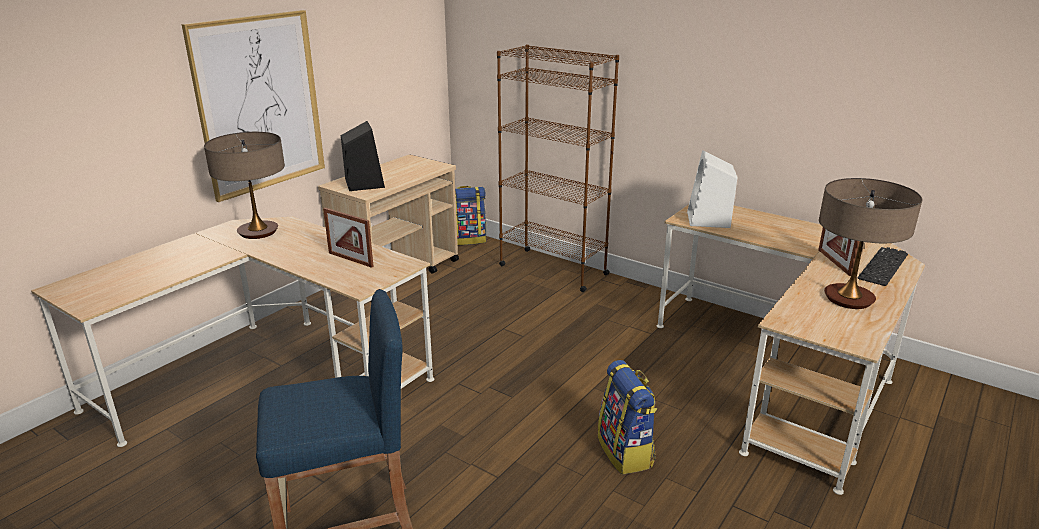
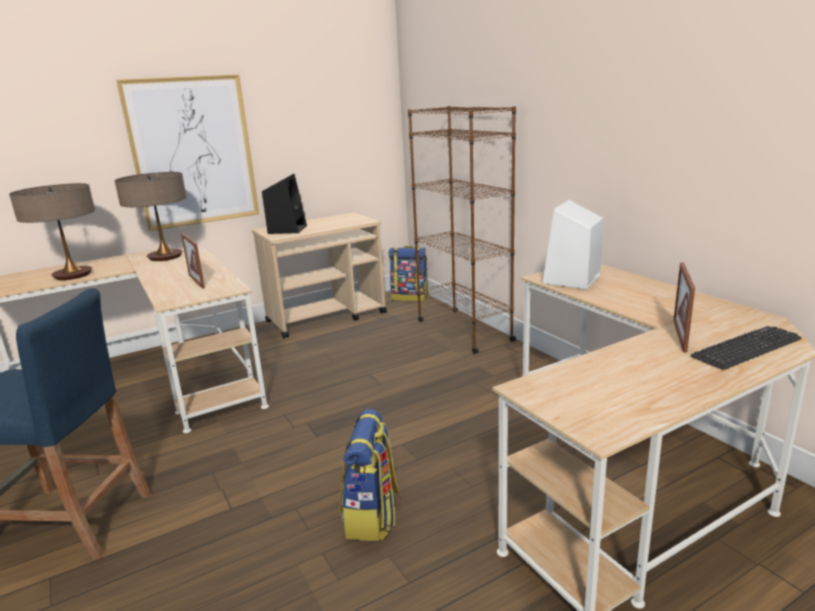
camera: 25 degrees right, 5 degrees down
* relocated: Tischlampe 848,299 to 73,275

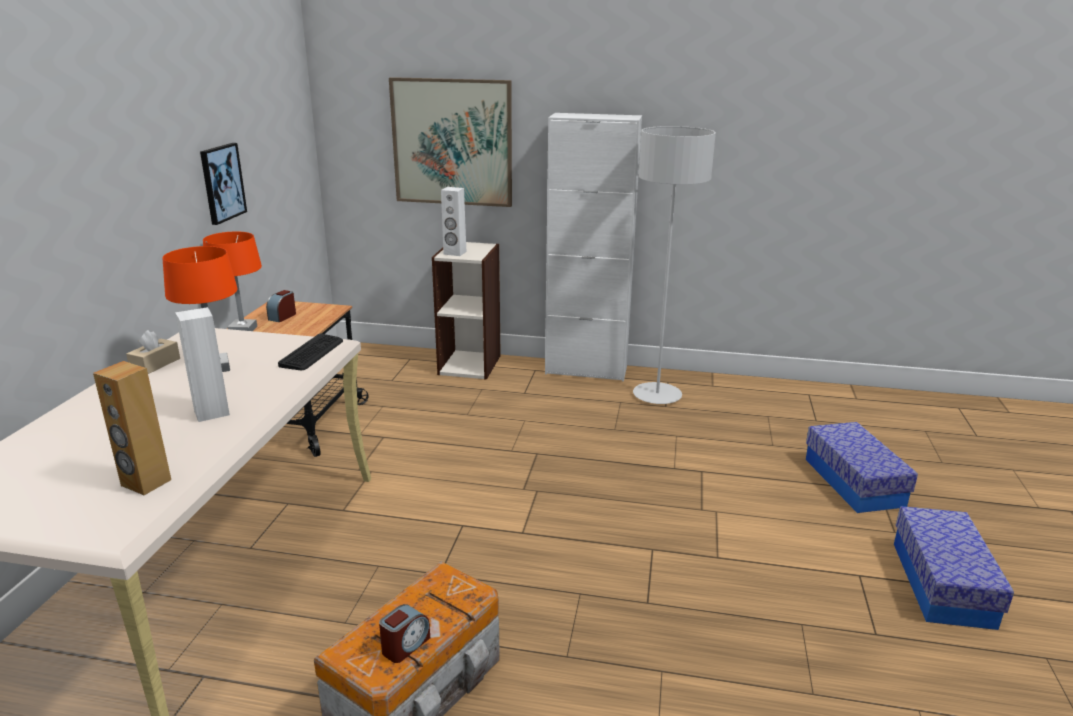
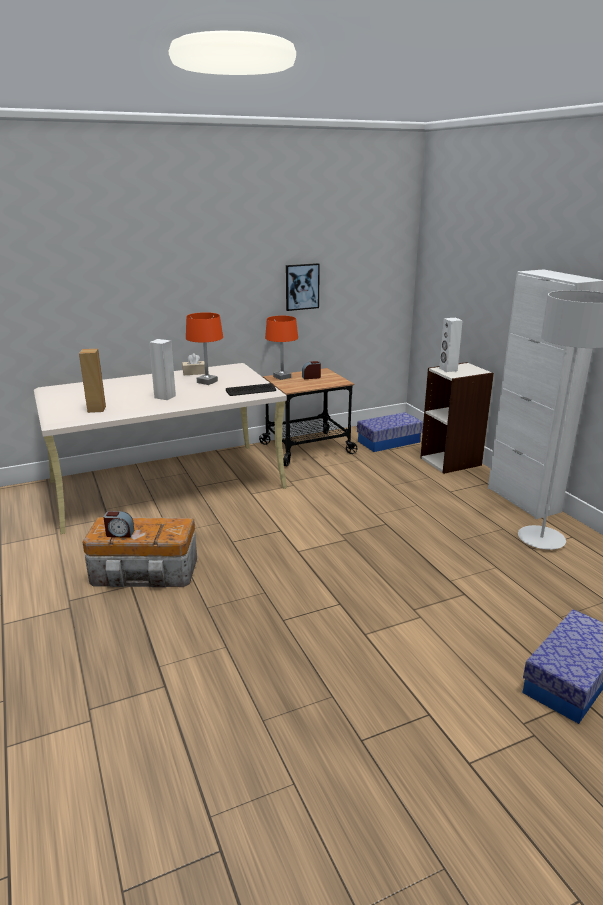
camera: 55 degrees right, 0 degrees up
* missing: Bild 452,142
* relocated: Aufbewahrungsbox 941,583 to 389,441

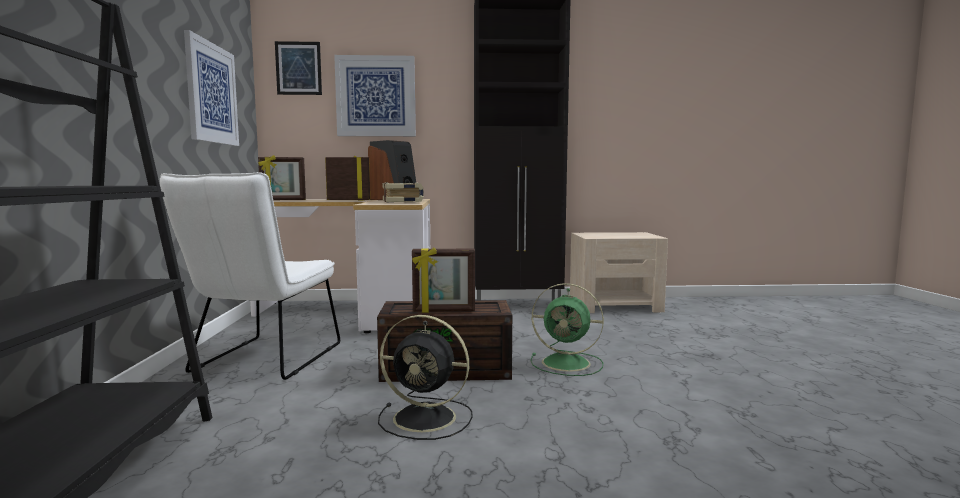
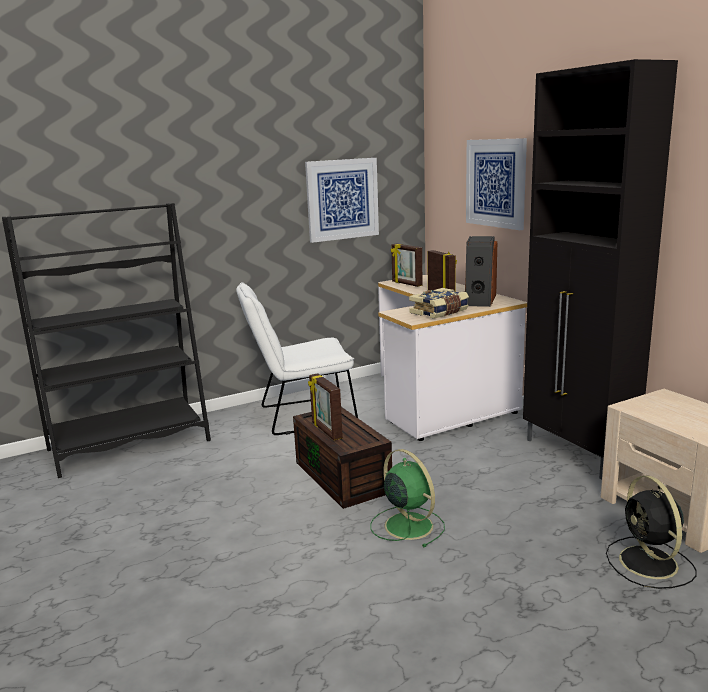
camera: 65 degrees right, 10 degrees up
* missing: Bild 298,68
* relocated: Ventilator/schwarz 427,418 to 649,564
* spun: Ventilator/grün 568,363 = 407,525 150 degrees clockwise

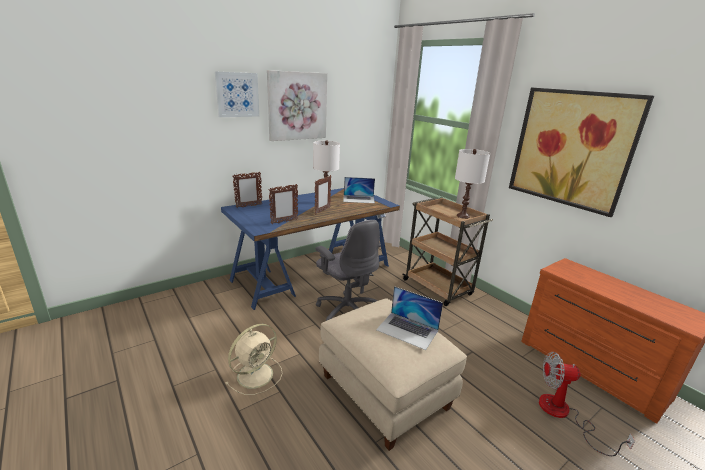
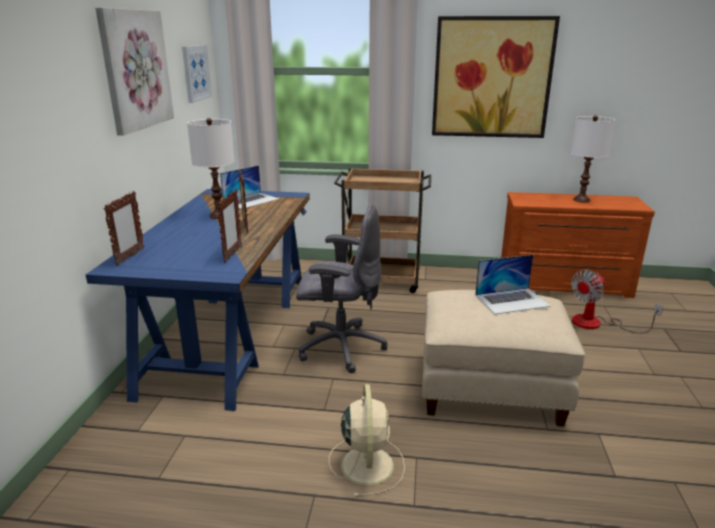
camera: 45 degrees left, 0 degrees up
* relocated: Bild 237,94 to 196,73
* relocated: Tischlampe/weiß 462,216 to 581,200

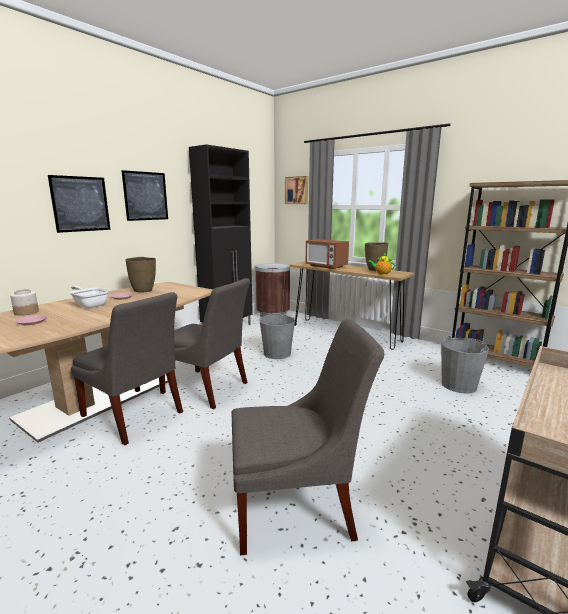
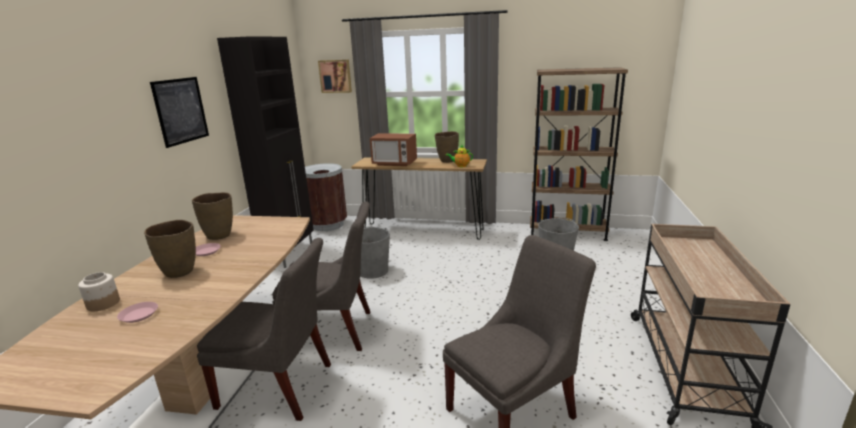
camera: 25 degrees left, 5 degrees up
* missing: Bild 80,204
* exchanged: Pfanne 90,305 to Vase/braun 180,272

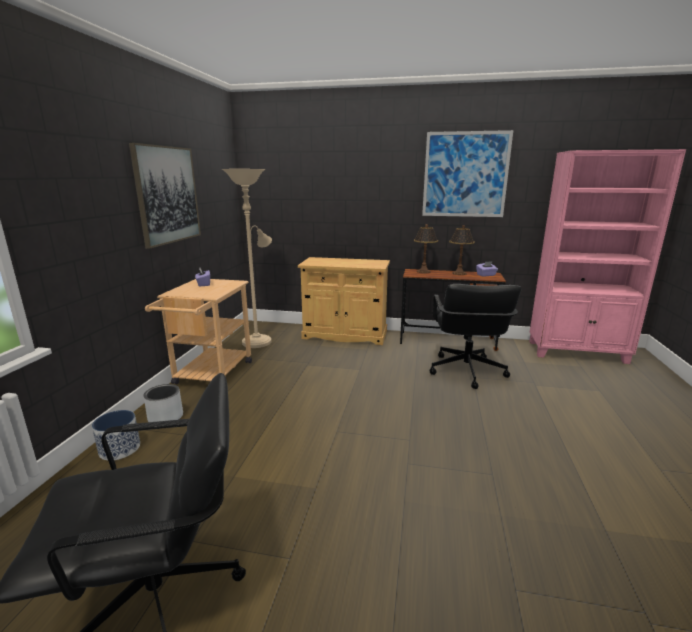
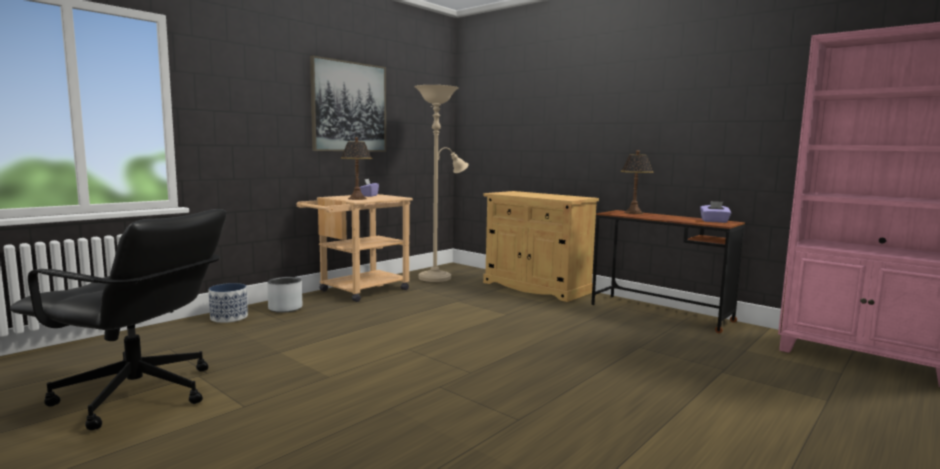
camera: 30 degrees right, 10 degrees down
* missing: Bild 465,175
* missing: Bürostuhl/schwarz 466,371
* relocated: Tischlampe 459,273 to 357,198

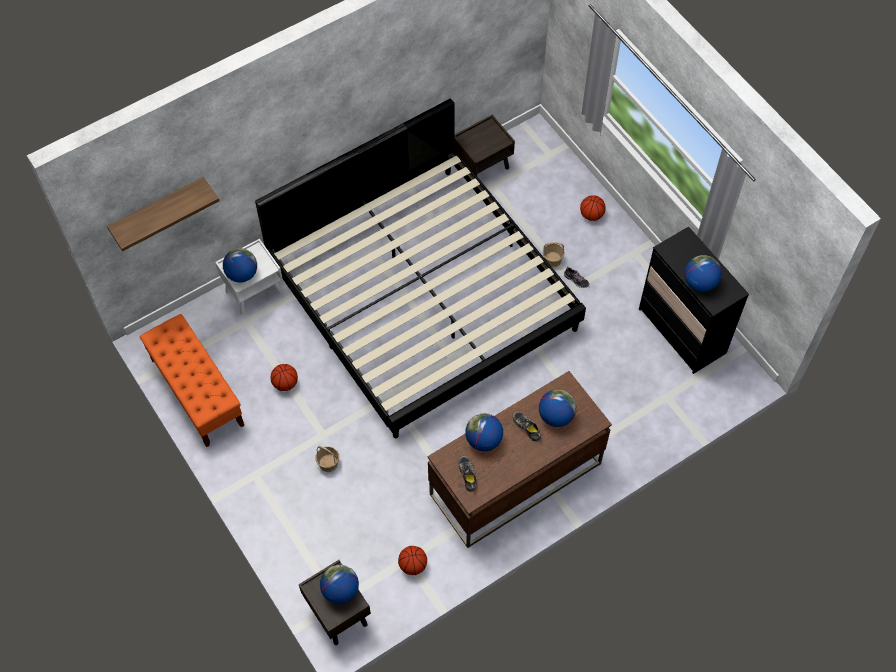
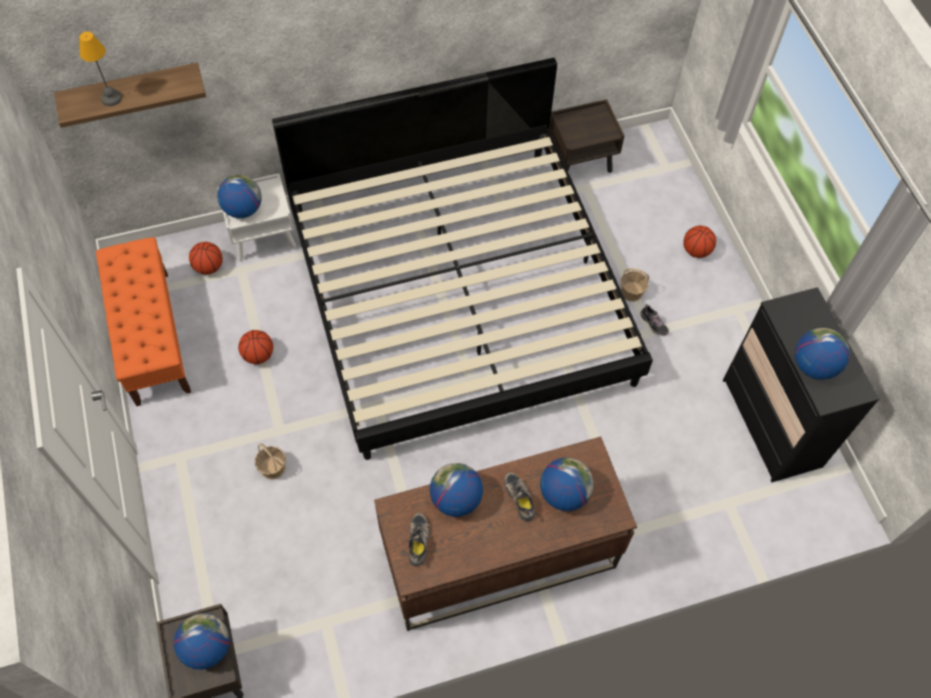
camera: 15 degrees right, 0 degrees up
* relocated: Basketball 413,565 to 209,267
* appeared: Tischlampe 110,98

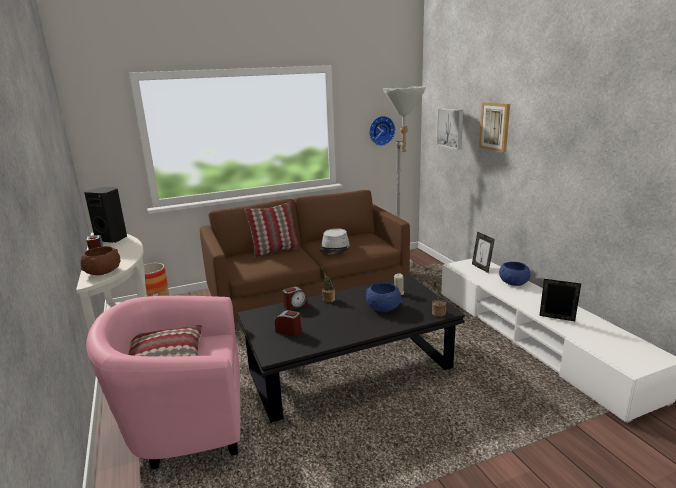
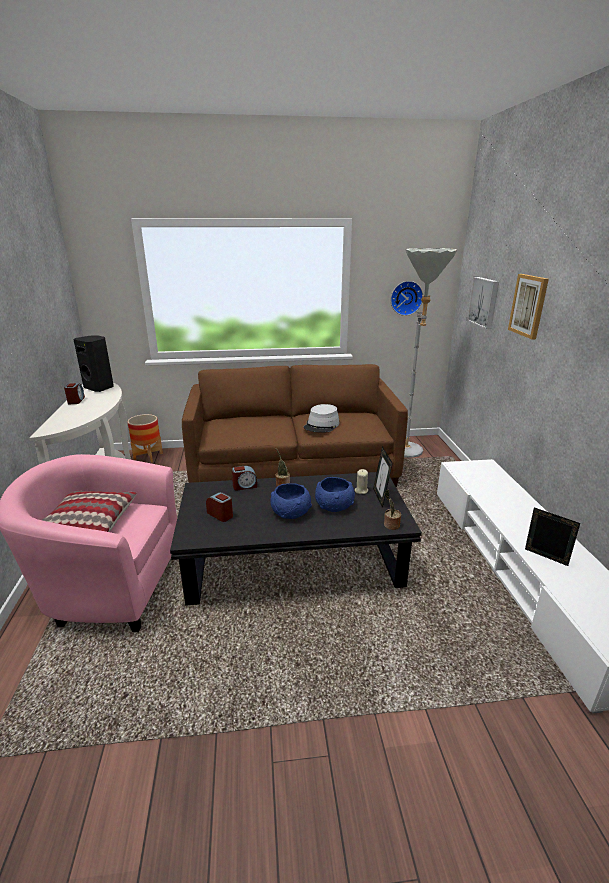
camera: 15 degrees right, 5 degrees up
* missing: Schüssel/braun 103,272
* missing: Kissen 275,250
* relocated: Bilderrahmen 481,268 to 380,497
* relocated: Schüssel/blau 513,282 to 290,512

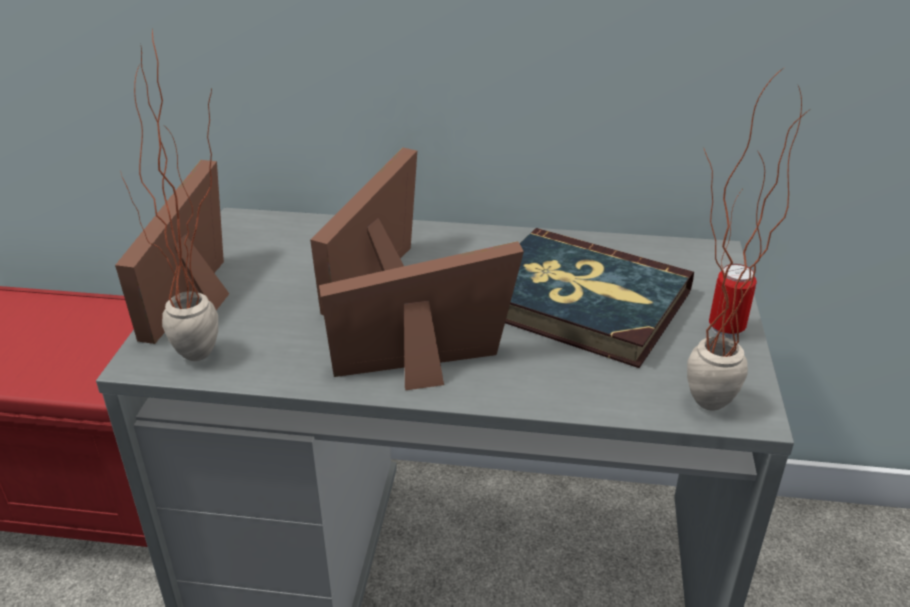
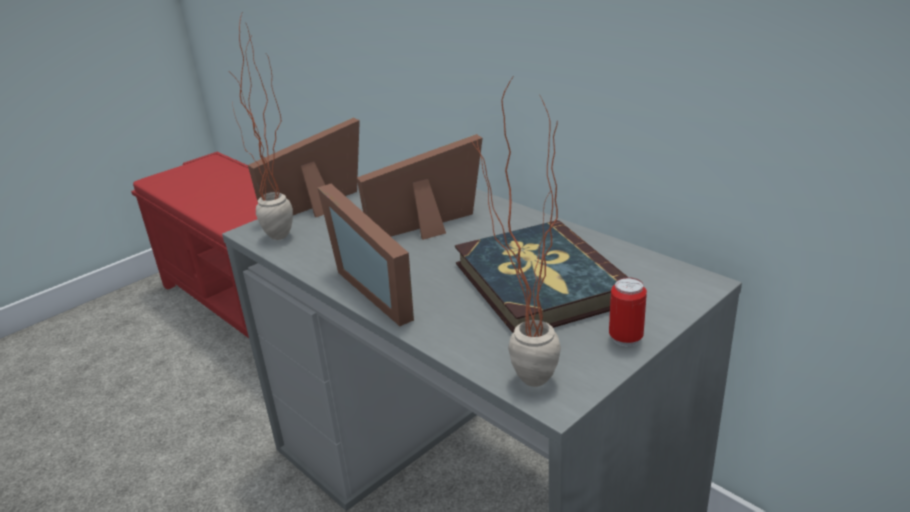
camera: 40 degrees right, 5 degrees down
* spun: Bilderrahmen 427,369 = 382,287 150 degrees counterclockwise

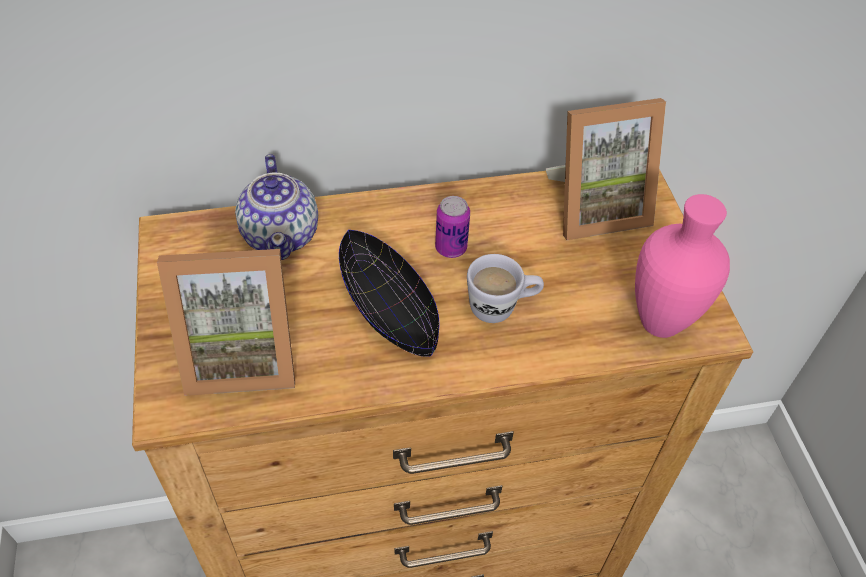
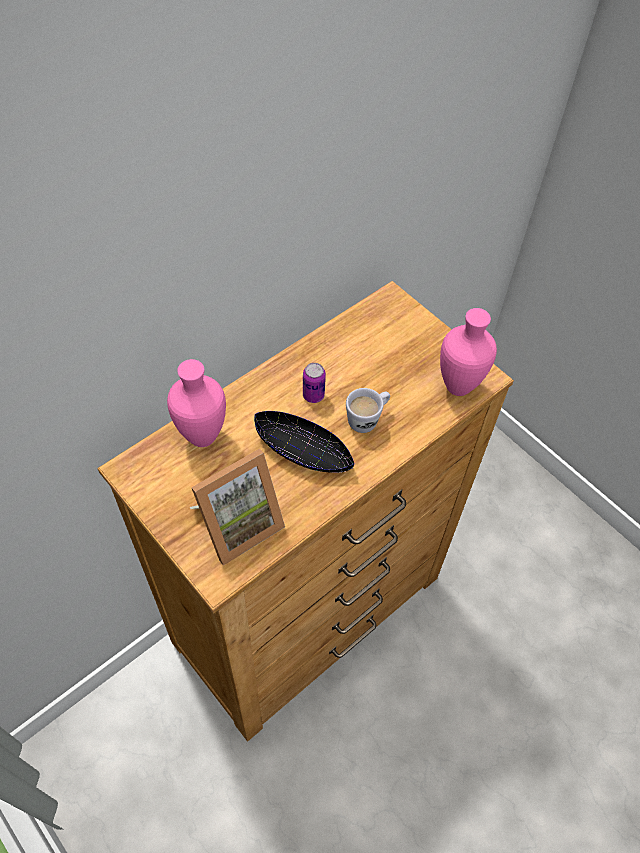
camera: 30 degrees left, 5 degrees up
* exchanged: Teekanne 281,234 to Vase/rosa 203,435
* missing: Bilderrahmen 595,207

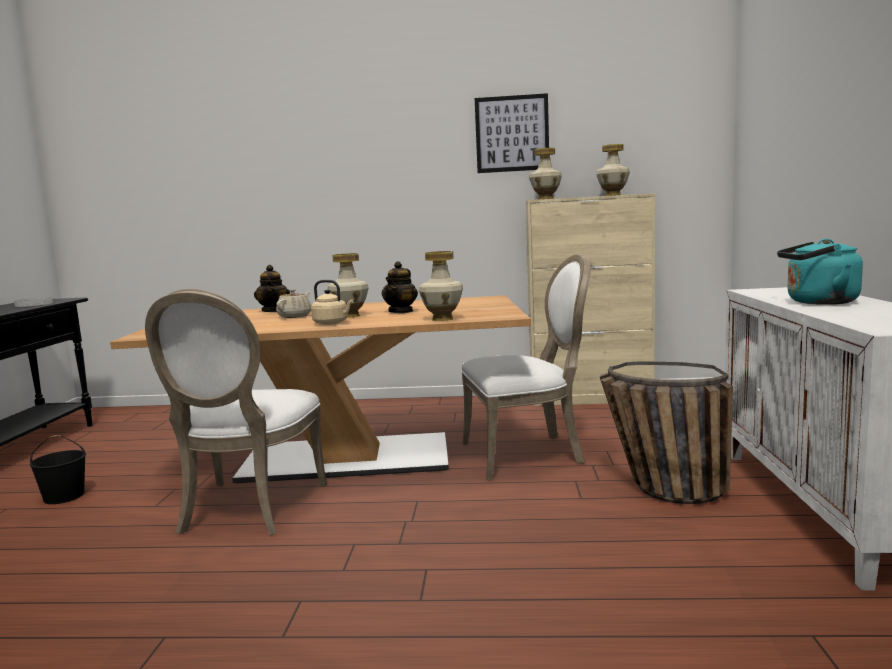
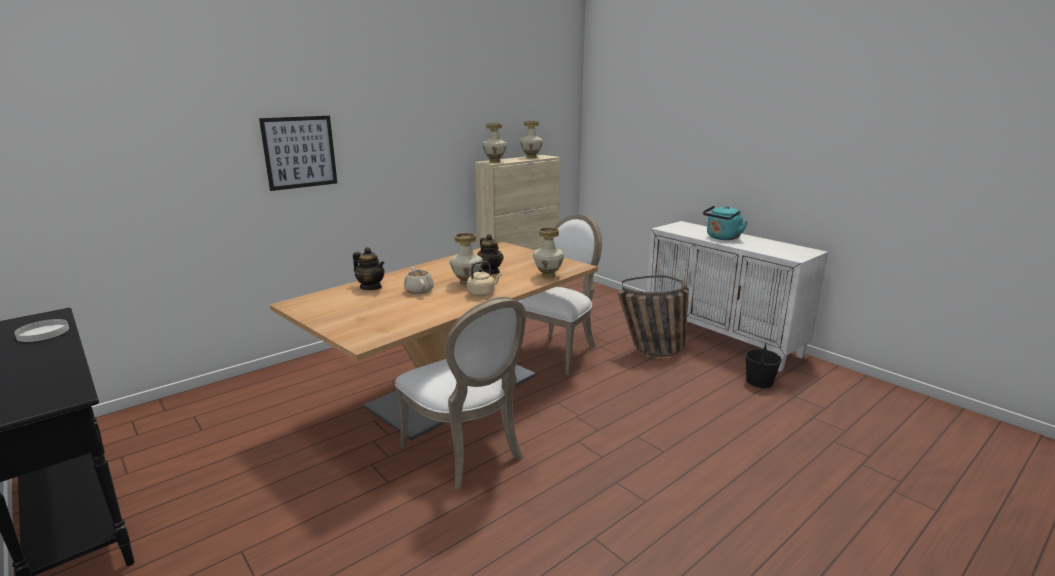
camera: 45 degrees left, 10 degrees up
* relocated: Eimer/schwarz 65,496 to 759,381
* relocated: Bild 512,134 to 300,152

